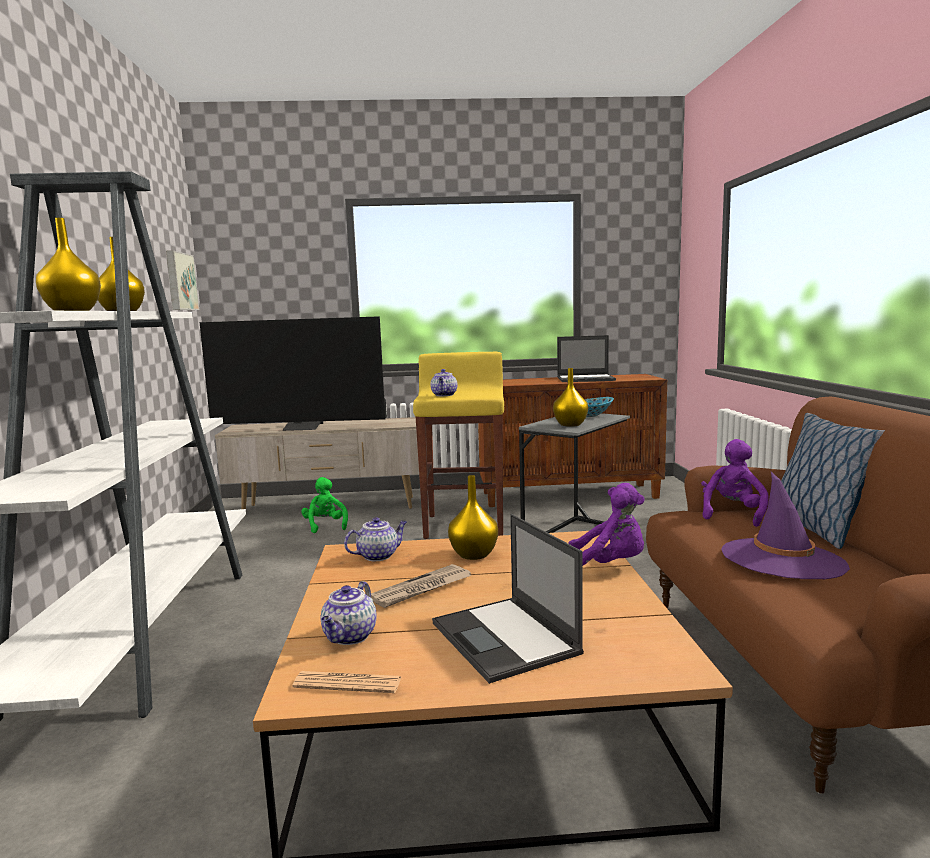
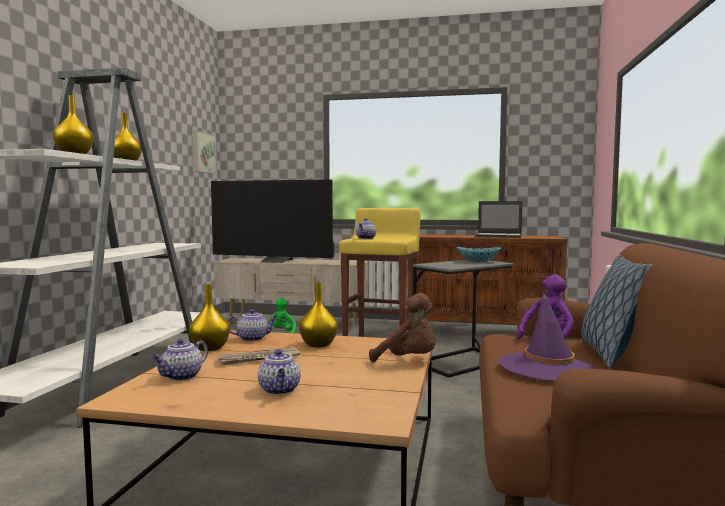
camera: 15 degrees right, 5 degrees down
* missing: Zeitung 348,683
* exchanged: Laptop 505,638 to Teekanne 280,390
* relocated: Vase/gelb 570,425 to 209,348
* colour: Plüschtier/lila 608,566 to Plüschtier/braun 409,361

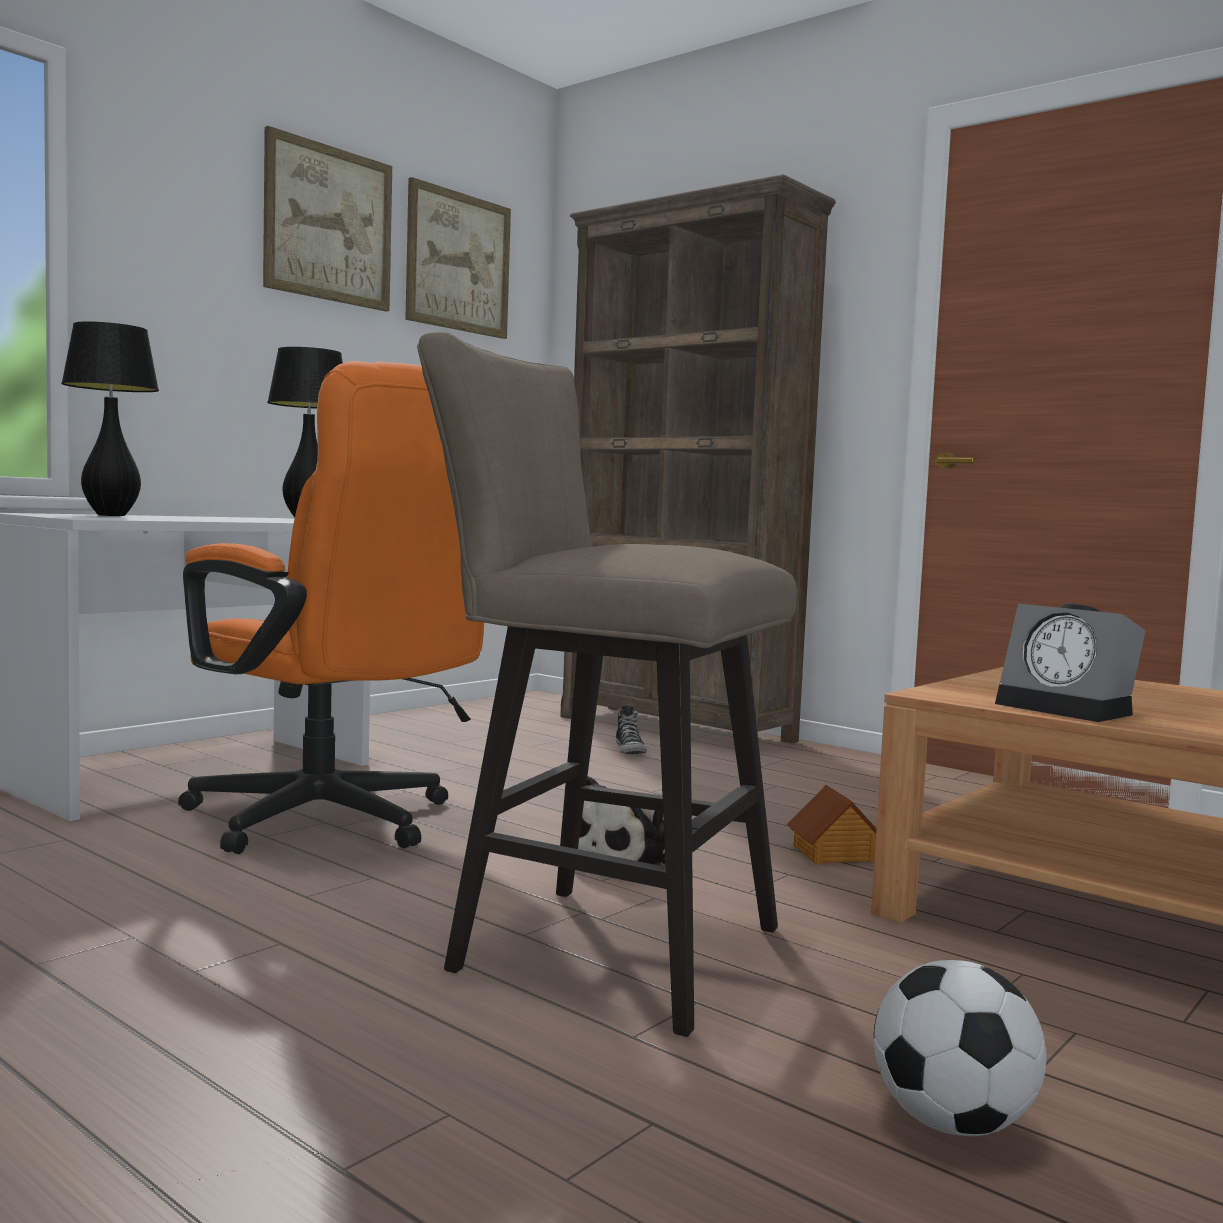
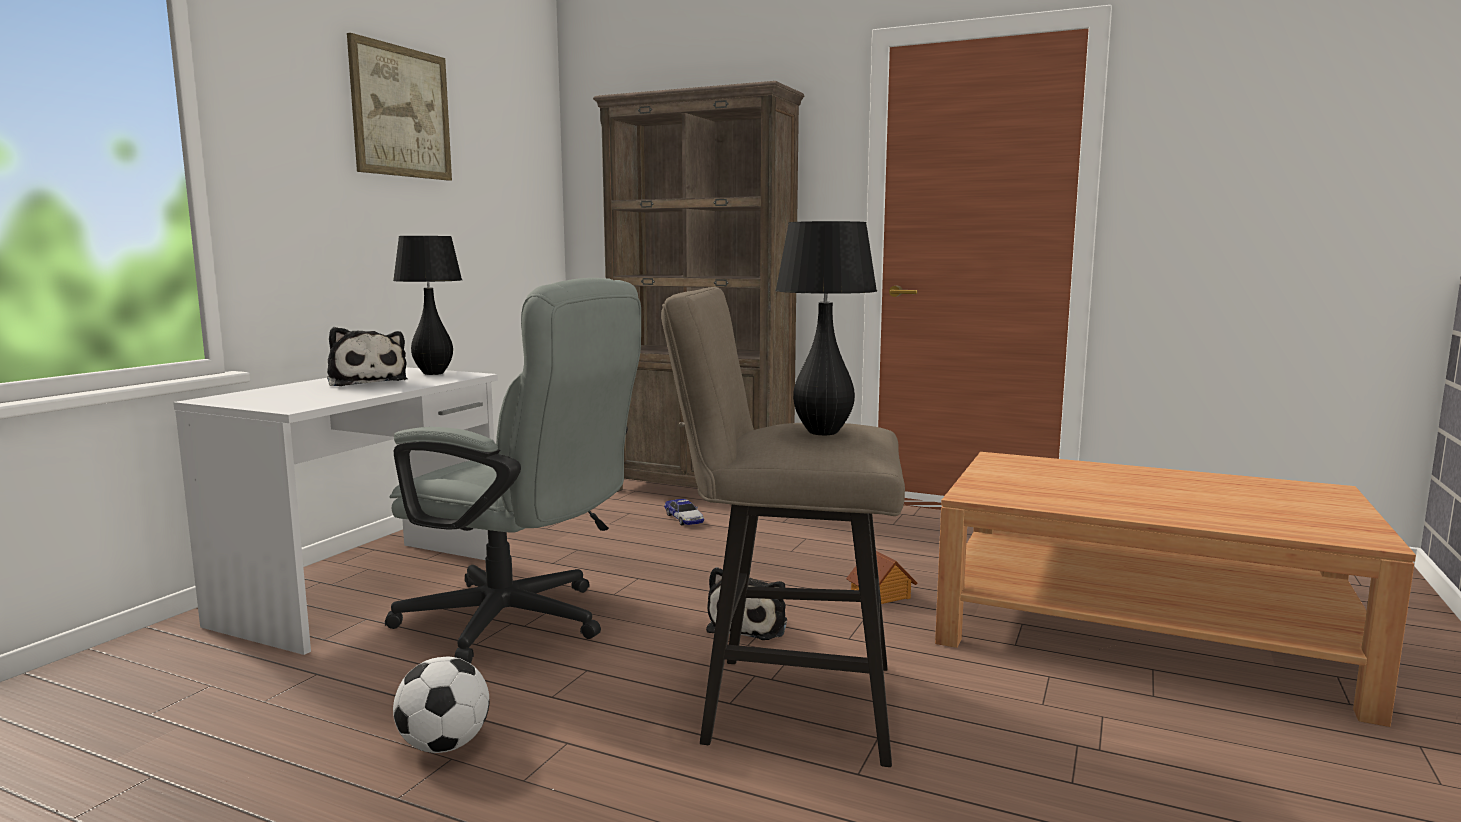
camera: 15 degrees left, 5 degrees up
* relocated: Tischlampe/schwarz 110,515 to 822,432
* colour: Bürostuhl/orange 336,823 to Bürostuhl/grau 521,623
* missing: Bild 458,262
* exchanged: Schuh 630,750 to Spielzeugauto 683,518
* relocated: Fußball 953,1124 to 445,745
* missing: Wecker 1069,709
* appeared: Plüschtier 366,381

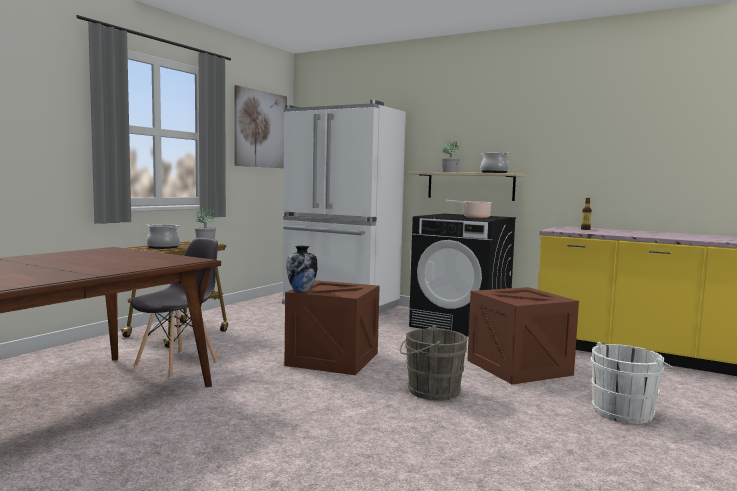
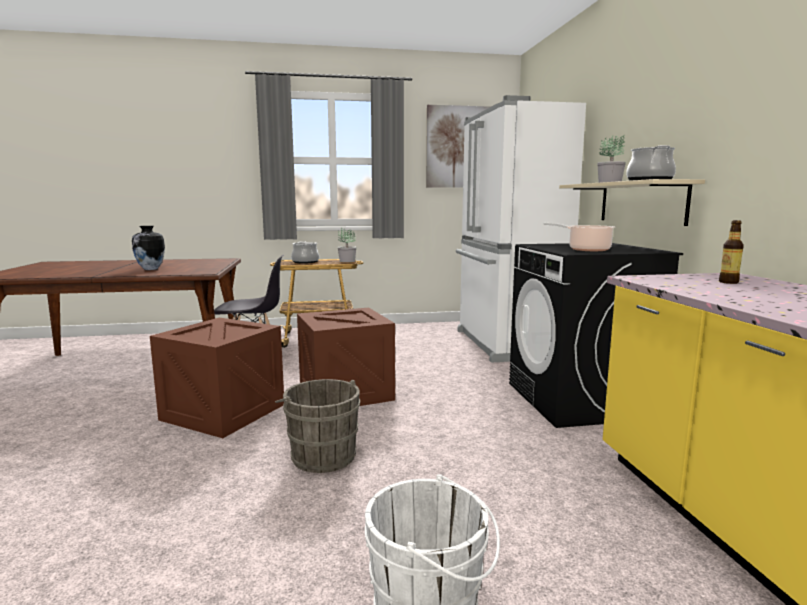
camera: 50 degrees right, 5 degrees up
* relocated: Vase 301,291 to 150,269
* relocated: Kiste 518,367 to 223,412

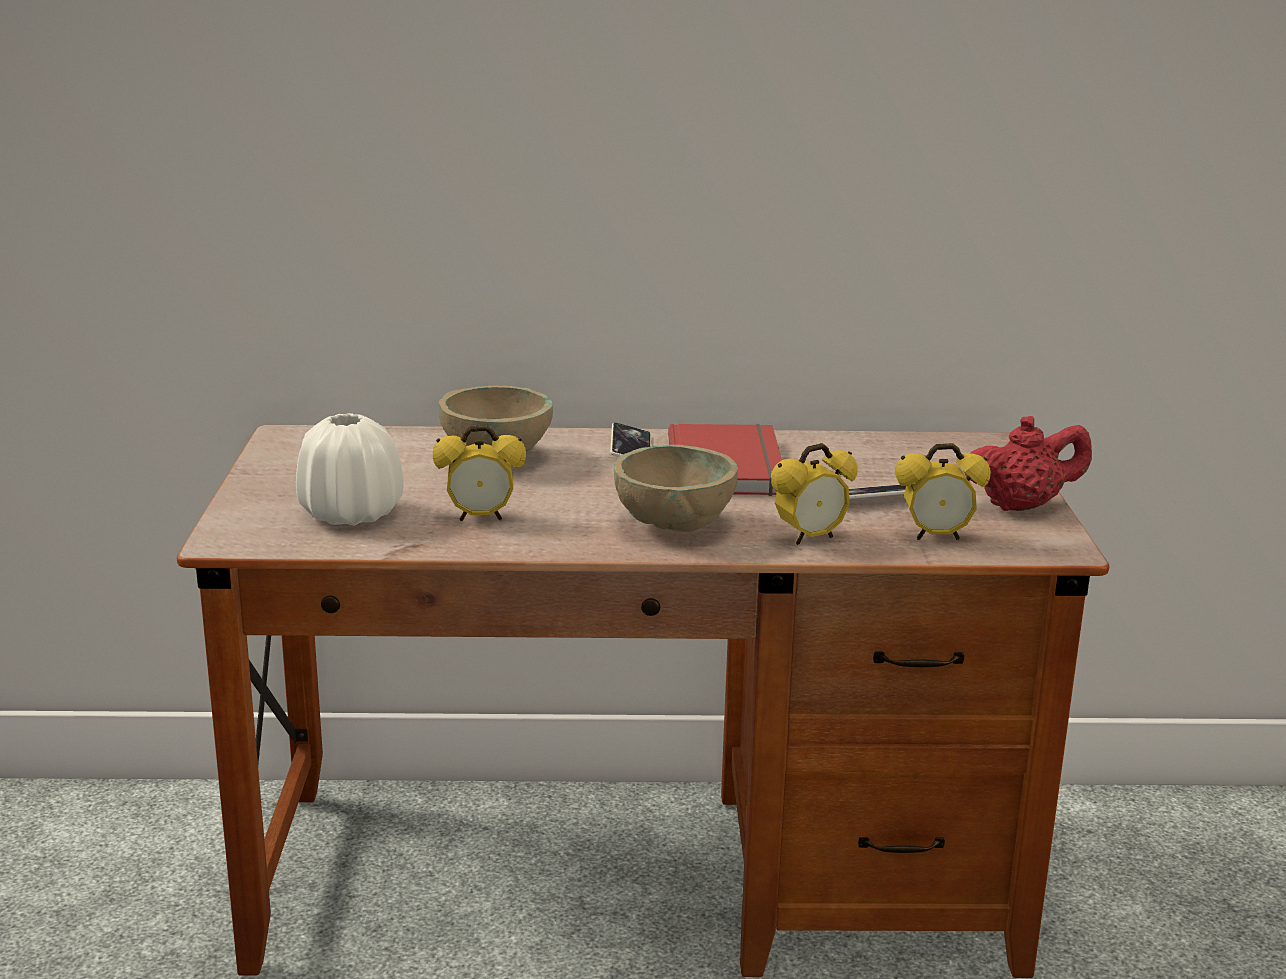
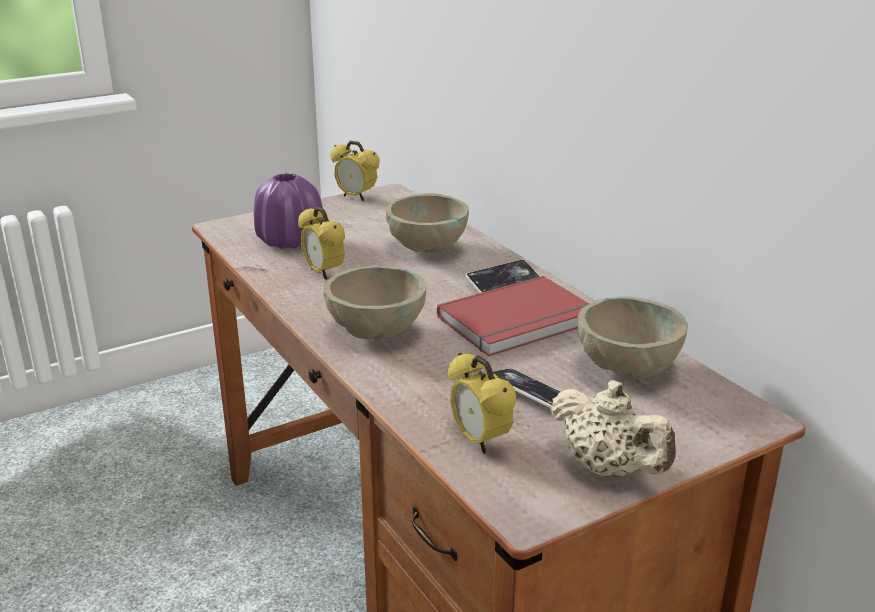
camera: 60 degrees right, 5 degrees up
* colour: Vase/weiß 351,514 to Vase/lila 290,241
* relocated: Wecker 810,538 to 356,197
* colour: Teekanne/rot 1021,506 to Teekanne/beige 608,469
* appeared: Schüssel/beige 628,370

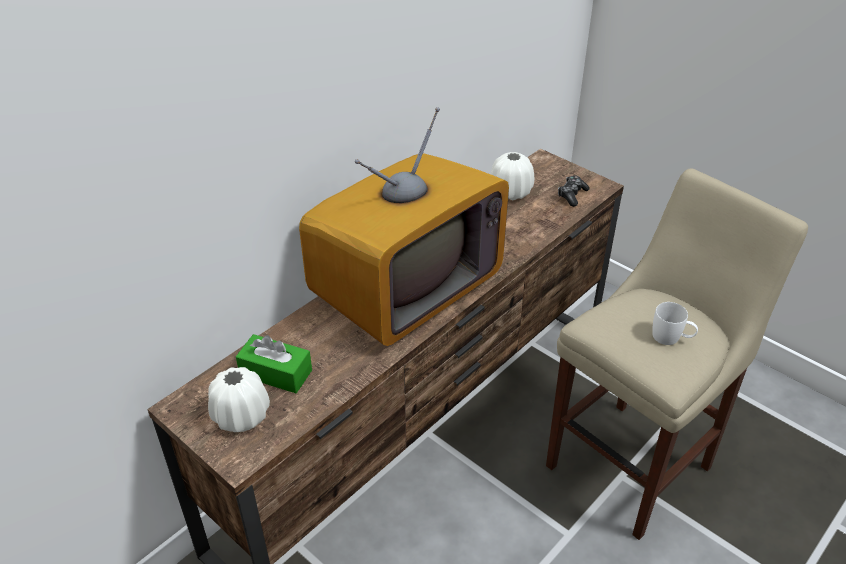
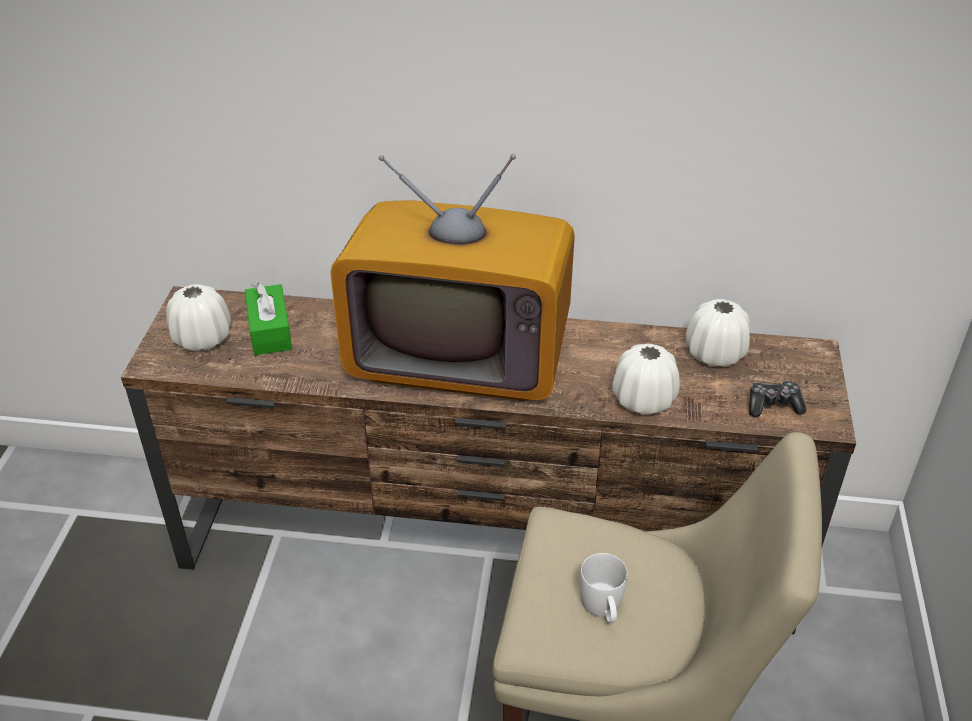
camera: 55 degrees right, 0 degrees up
* appeared: Vase/weiß 643,400

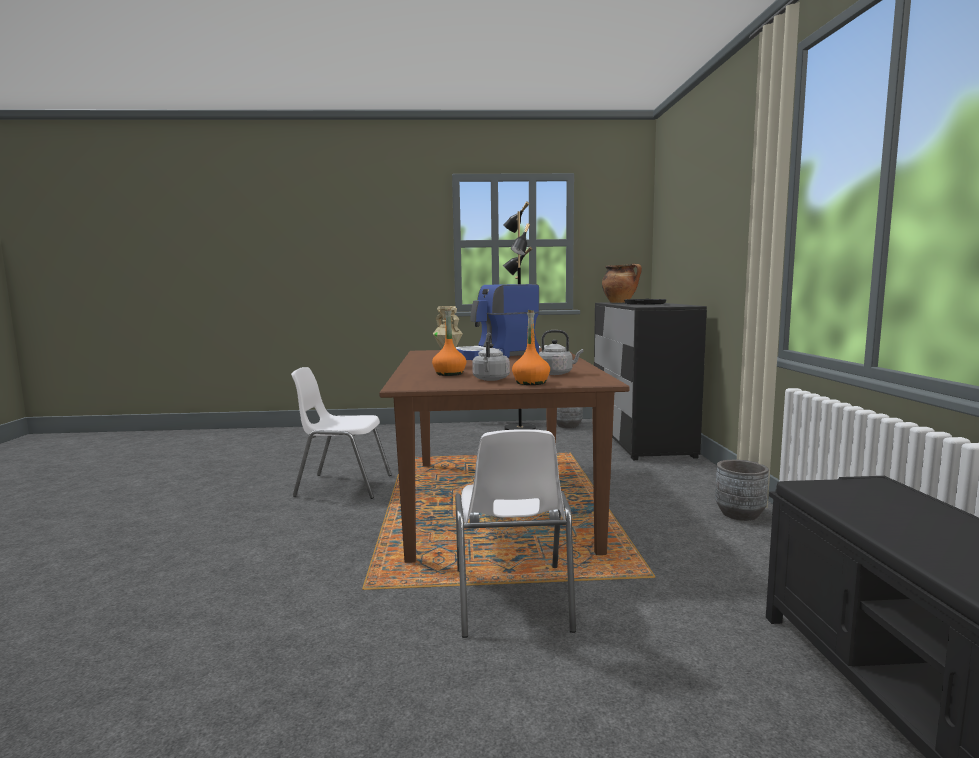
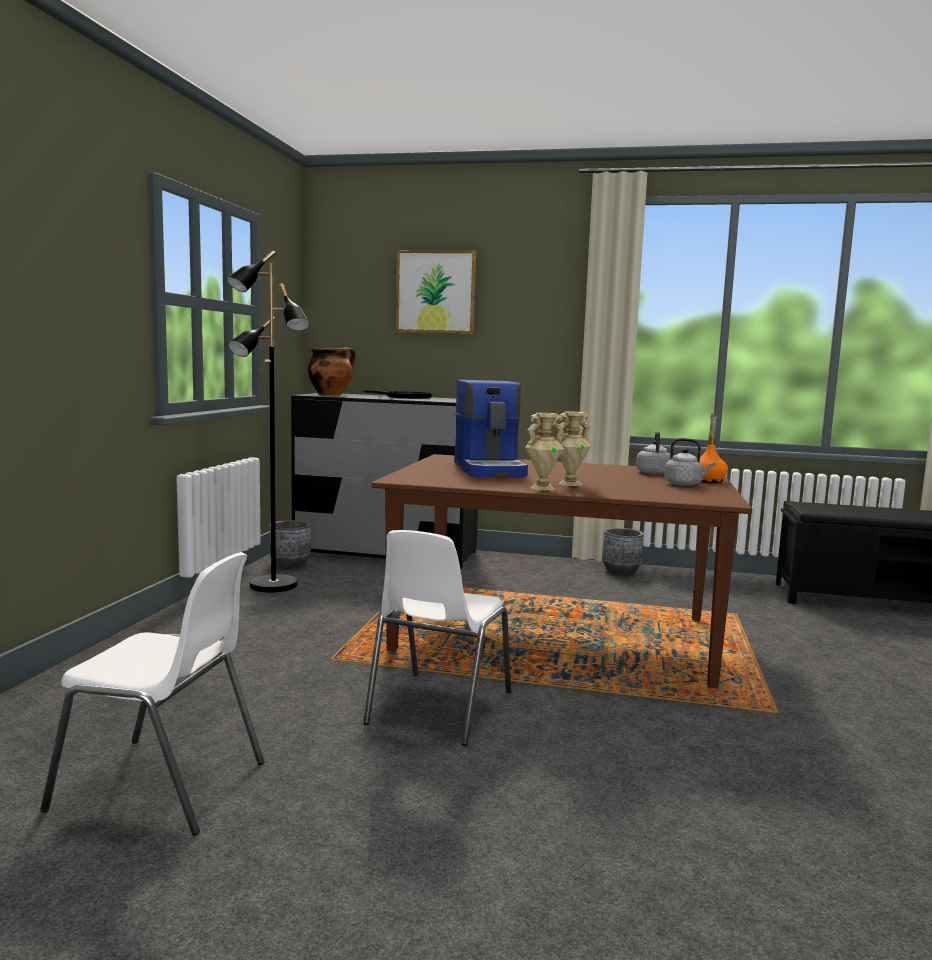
camera: 75 degrees left, 0 degrees up
* missing: Flasche/orange 449,374
* relocated: Stuhl/weiß 512,601 to 163,786
* appeared: Bild 436,292
* appeared: Vase/beige 542,488

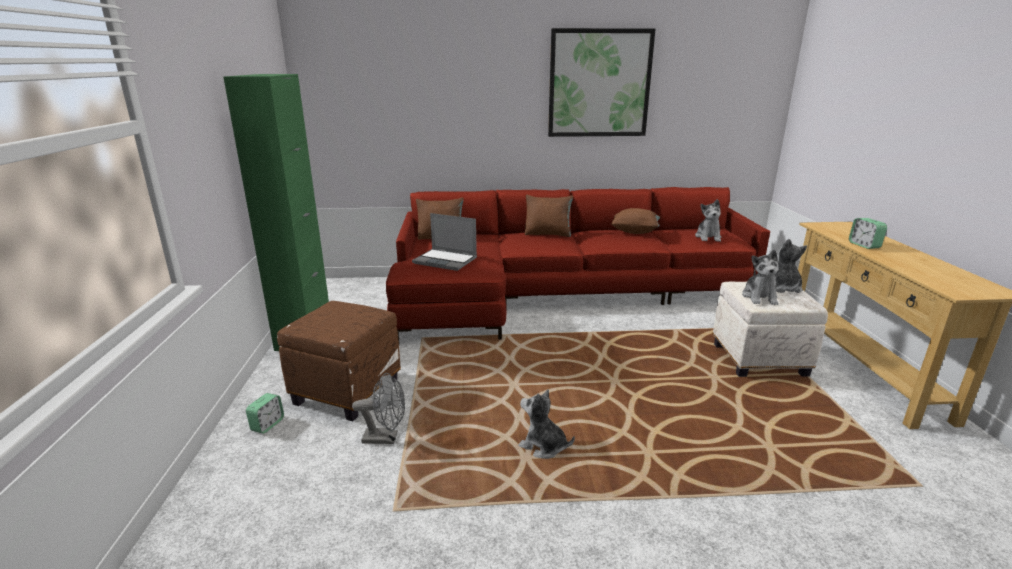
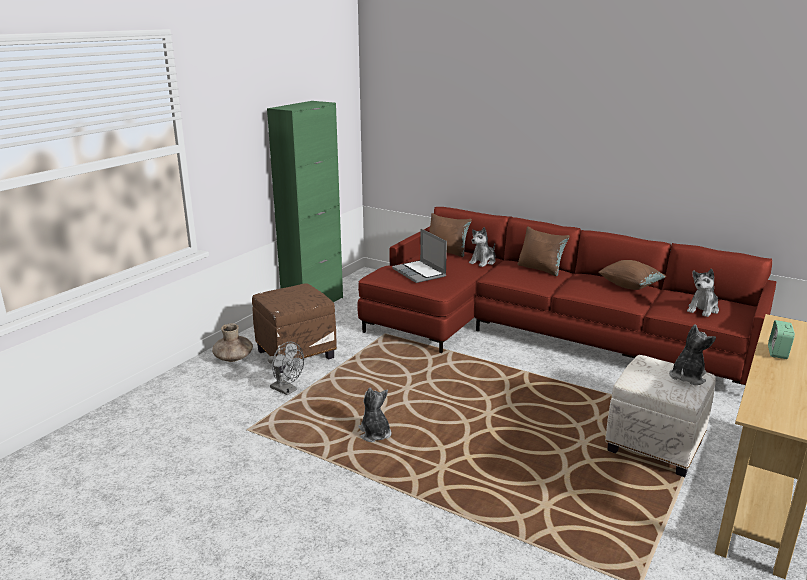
camera: 35 degrees right, 0 degrees up
* exchanged: Wecker 267,425 to Vase/braun 233,358
* missing: Bild 599,84
* relocated: Plüschtier 760,297 to 483,262

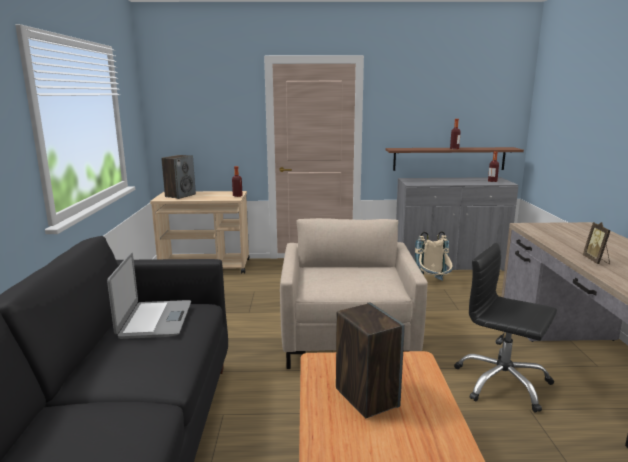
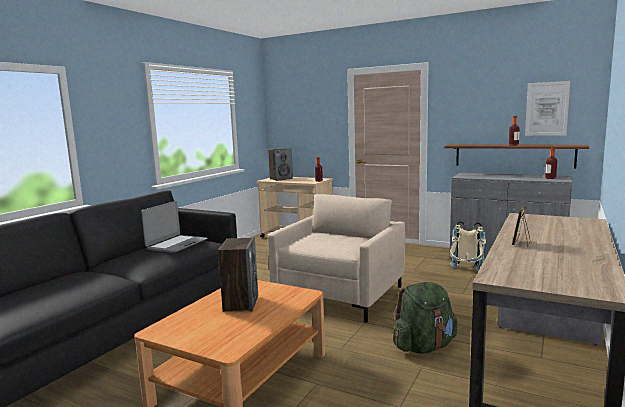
camera: 30 degrees right, 5 degrees down
* exchanged: Bürostuhl/schwarz 502,383 to Rucksack/grün 424,347
* appeared: Bild 547,109

